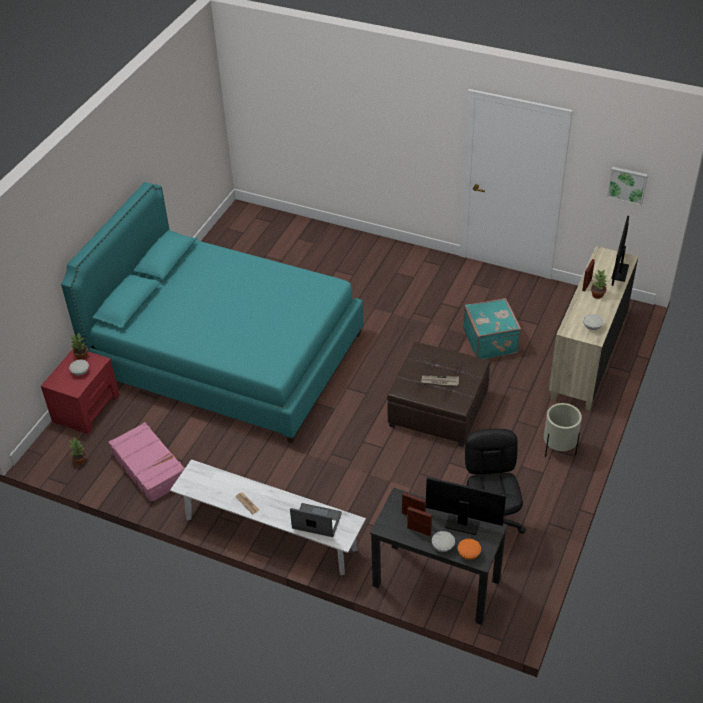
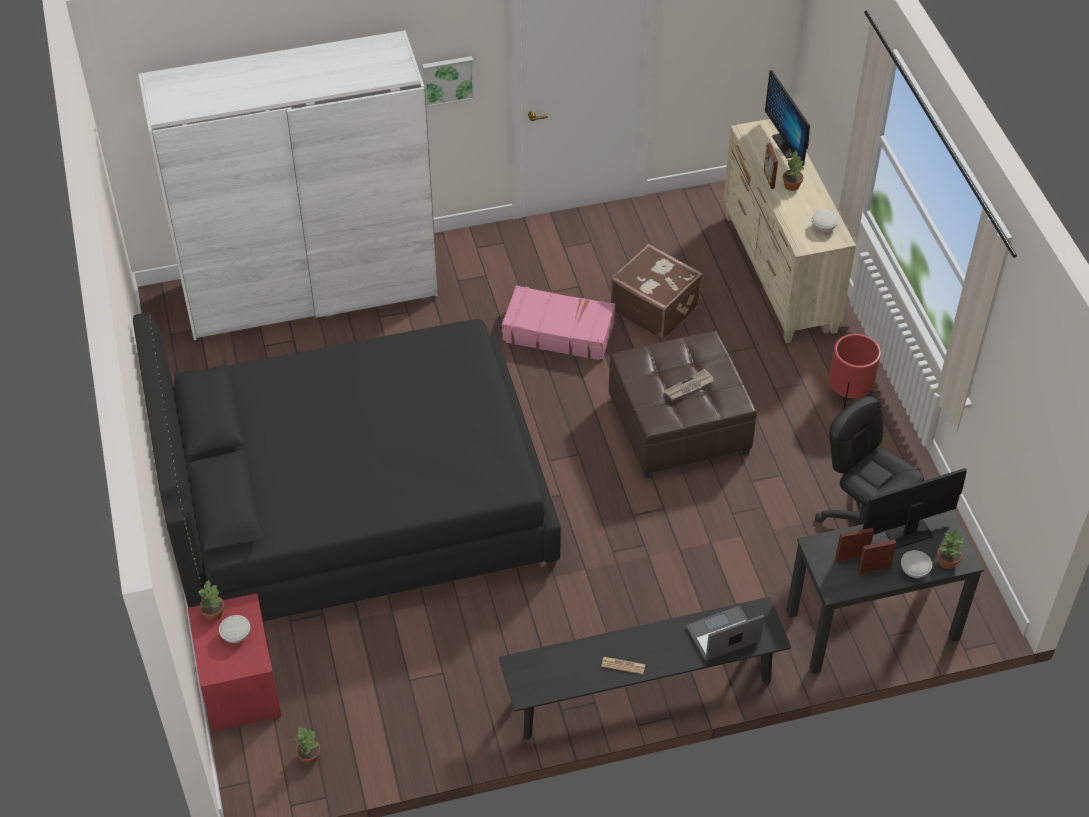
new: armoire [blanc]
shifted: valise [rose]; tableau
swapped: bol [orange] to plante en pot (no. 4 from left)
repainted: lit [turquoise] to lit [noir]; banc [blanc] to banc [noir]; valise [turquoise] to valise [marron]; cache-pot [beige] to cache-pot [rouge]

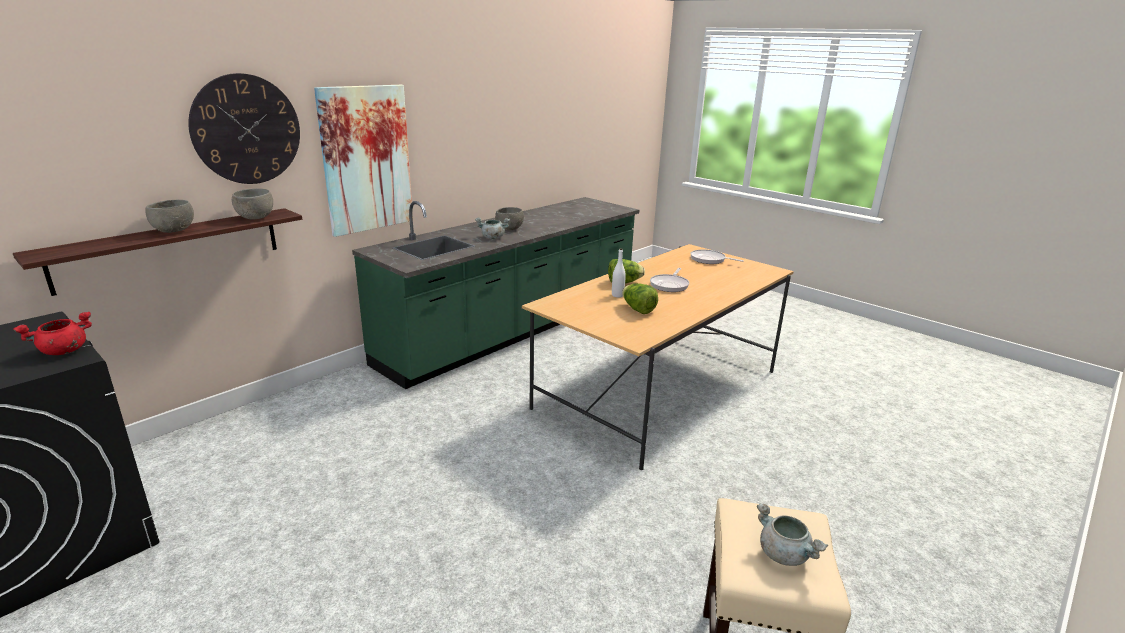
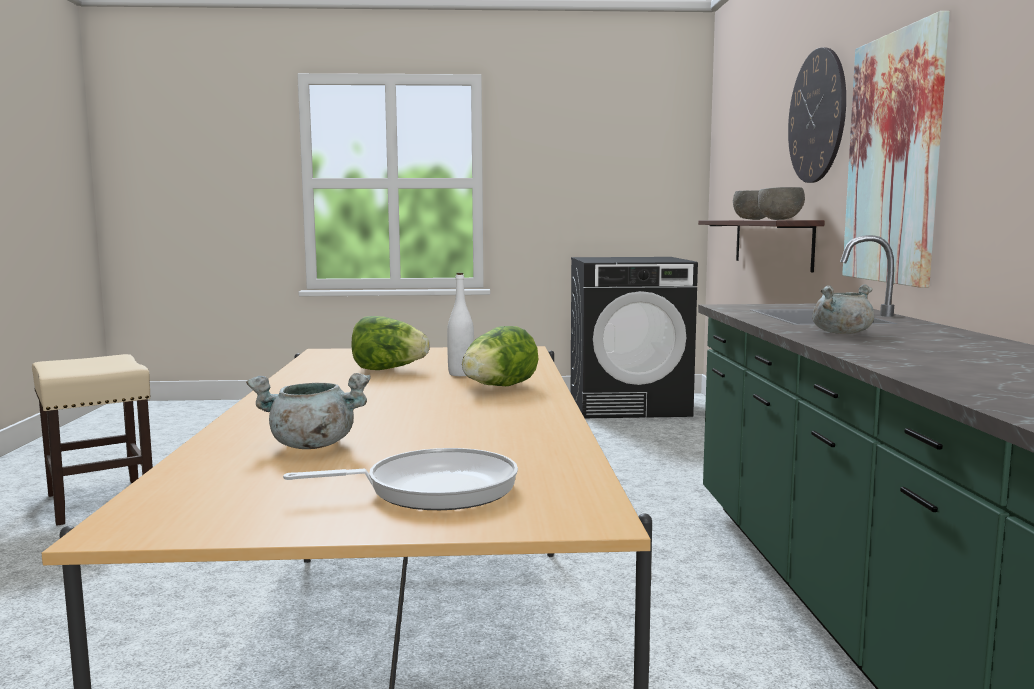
gone: marmite [rouge]; bol [gris] (no. 3 from left); poêle (no. 1 from left)
shifted: marmite [gris] (no. 2 from left in the first image) to marmite [gris] (no. 1 from left)

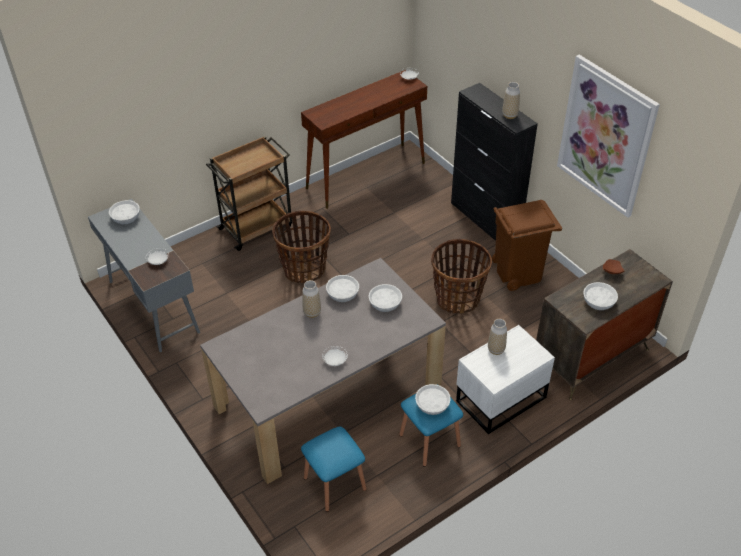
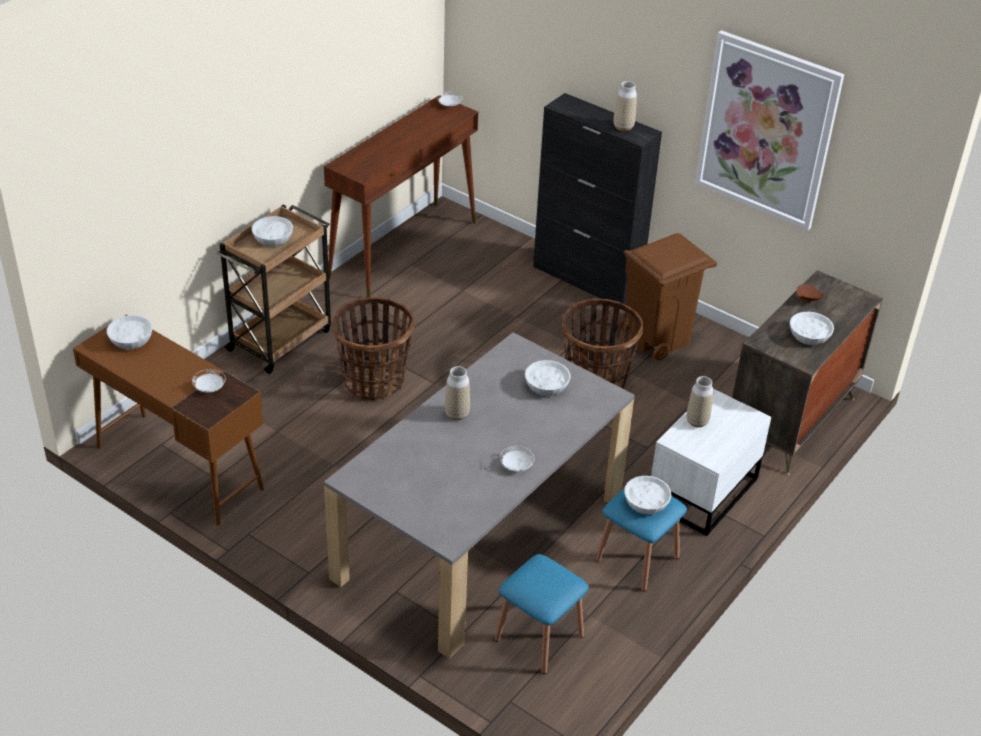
shifted: bol [blanc] (no. 2 from left)
repainted: bureau [gris] to bureau [marron]

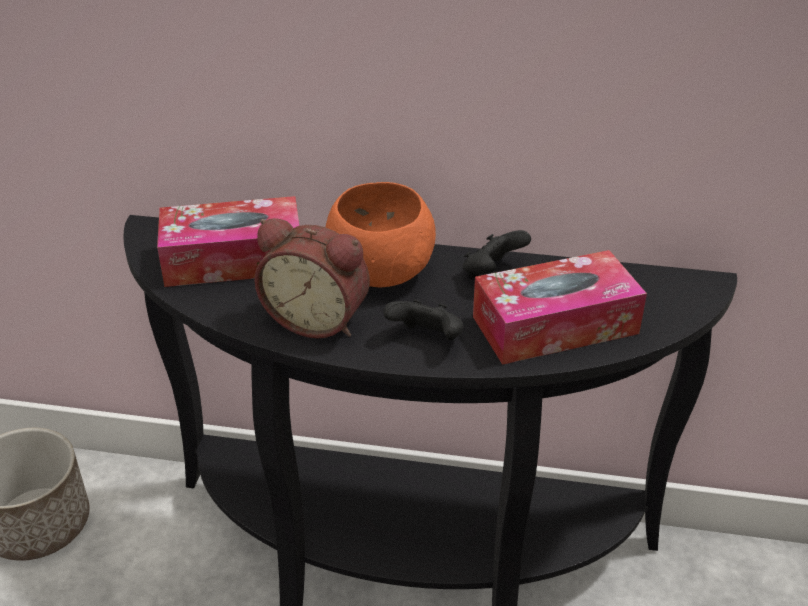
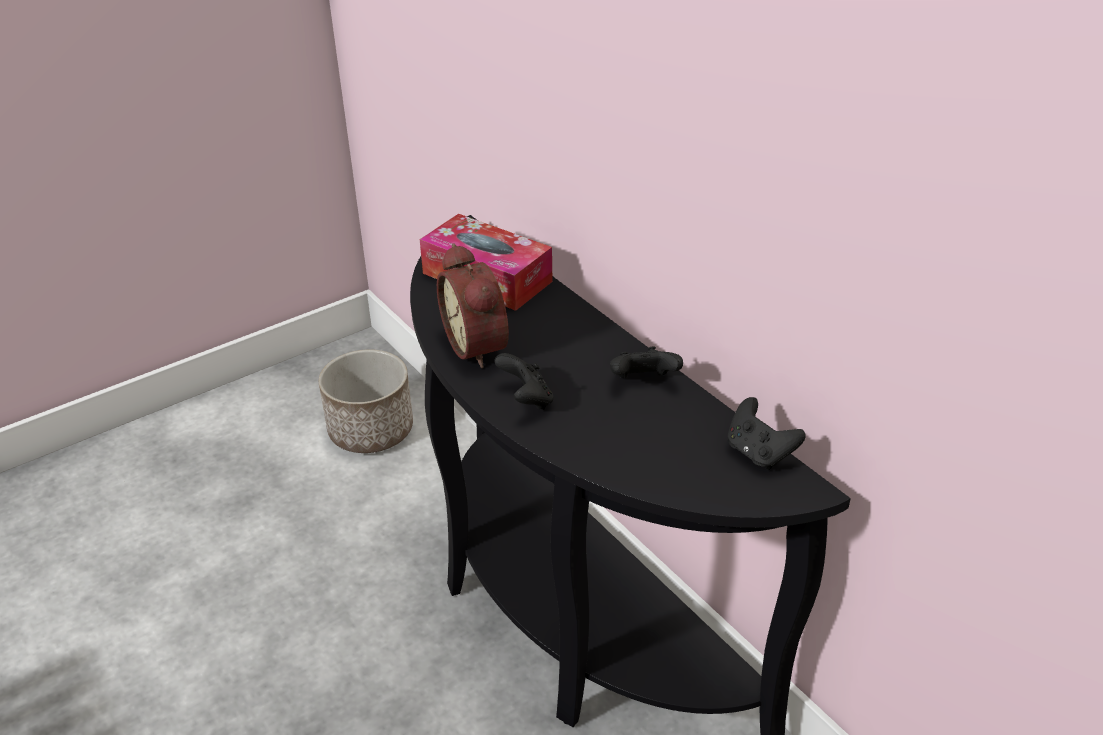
gone: bol [orange]; boîte à mouchoirs (no. 2 from left)
new: manette [noir] (no. 3 from left)

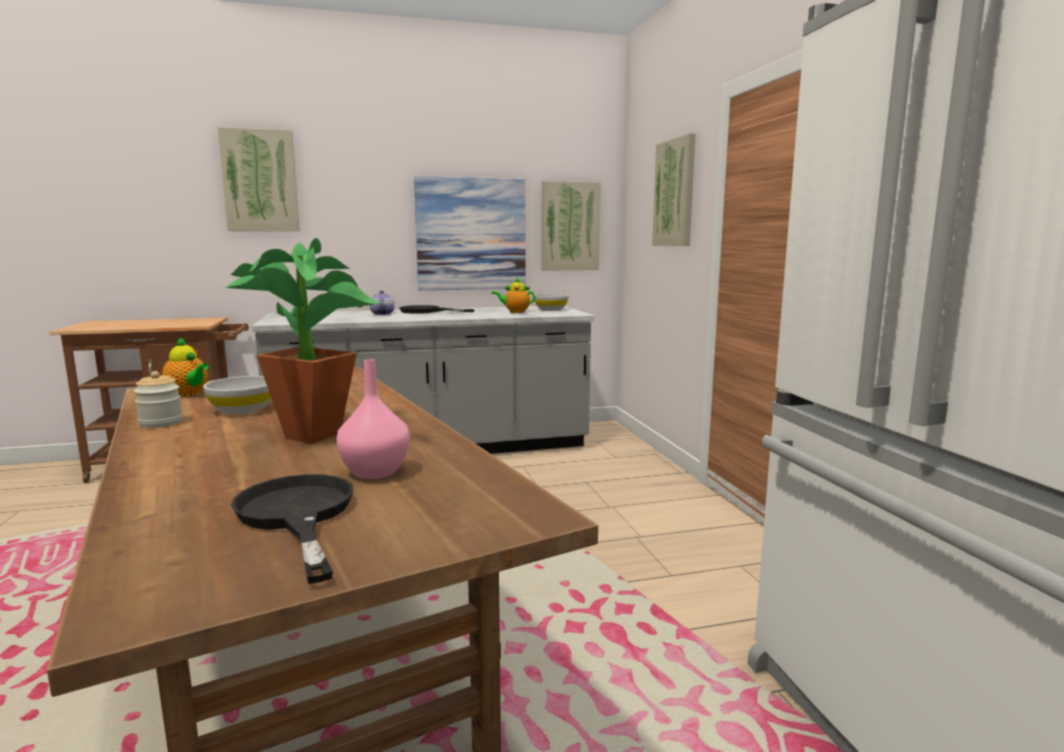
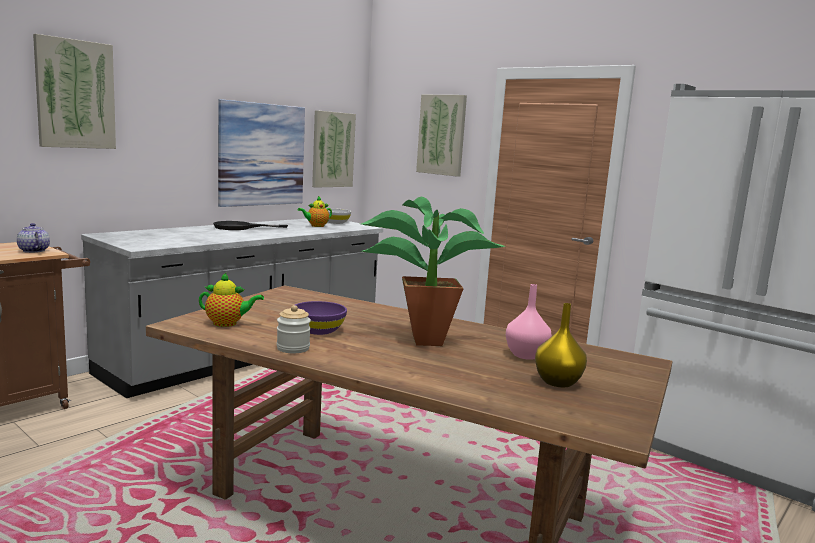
shifted: théière (no. 2 from left in the first image) to théière (no. 1 from left)
swapped: poêle [noir] (no. 1 from left) to vase [jaune]
repainted: bol [blanc] (no. 1 from left) to bol [violet]

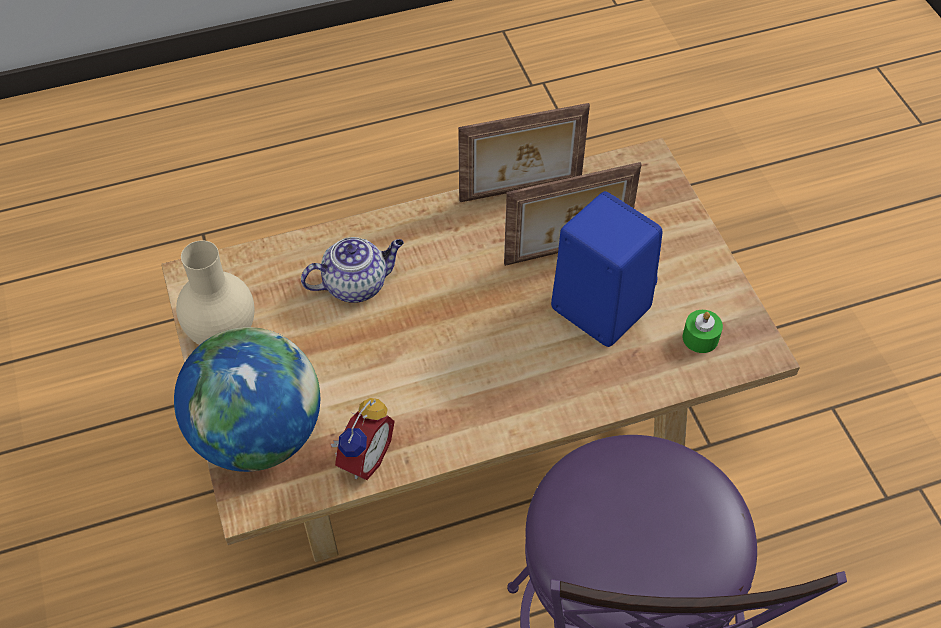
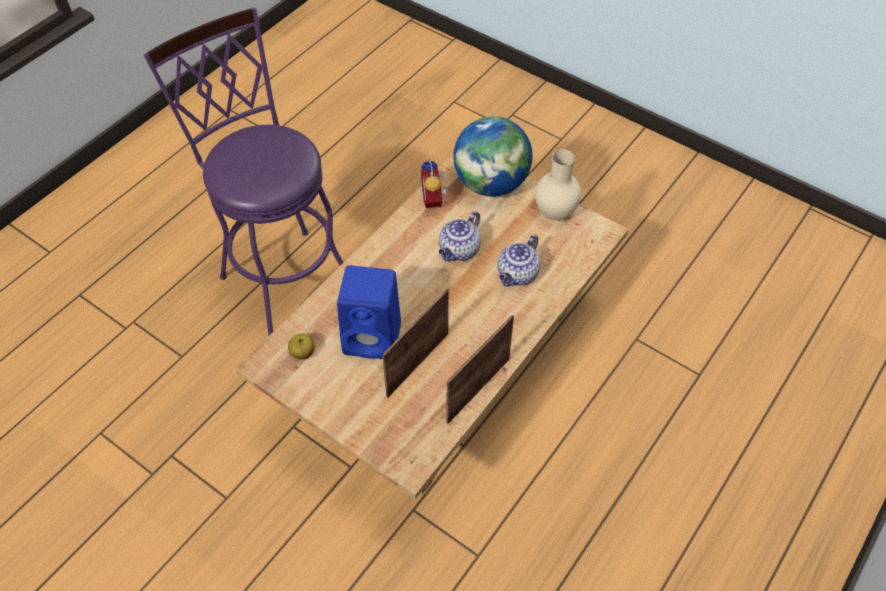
new: théière (no. 1 from left)
swapped: bougie [vert] to pomme

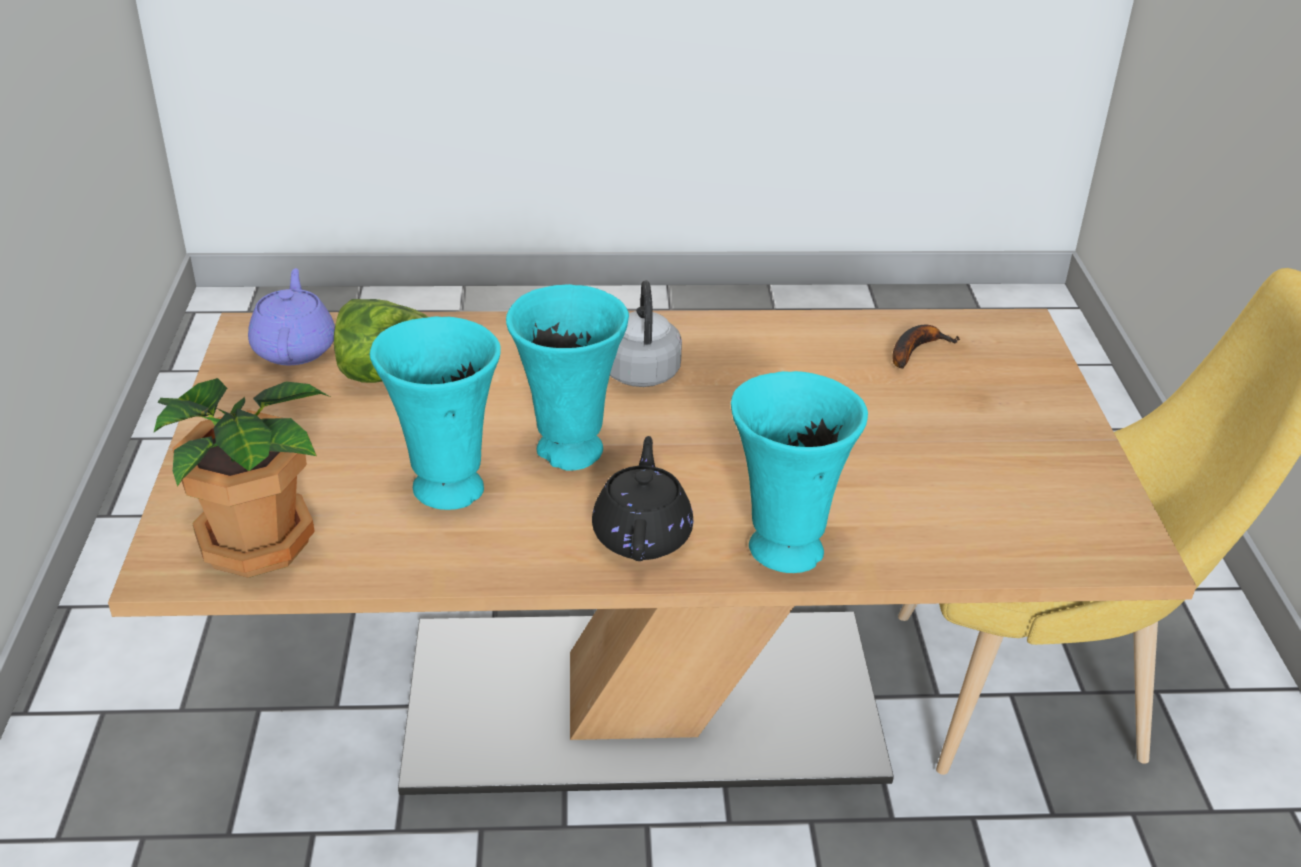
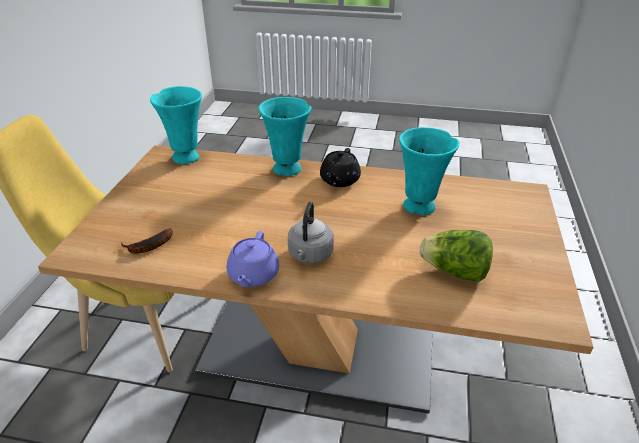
gone: plante en pot
shifted: théière [violet]; vase [turquoise] (no. 2 from left in the first image) to vase [turquoise] (no. 1 from left)

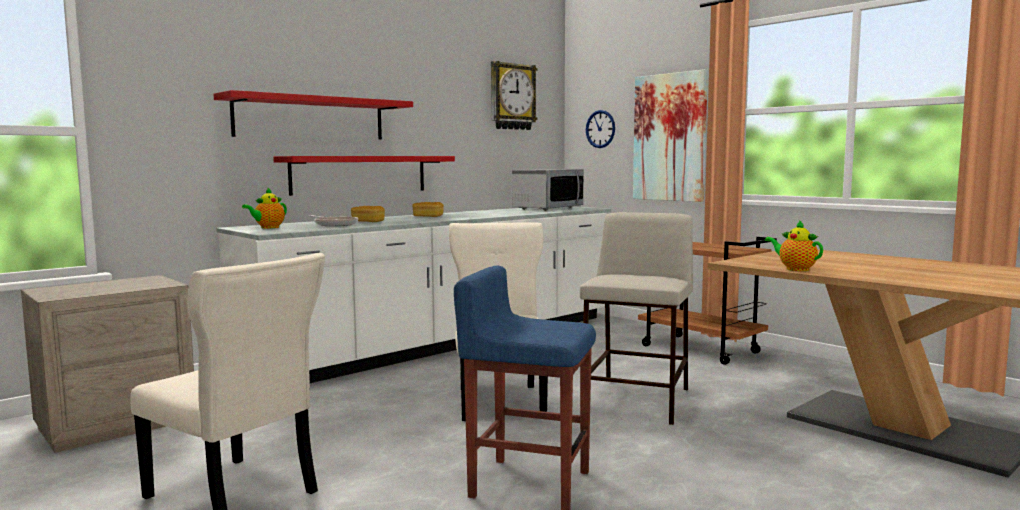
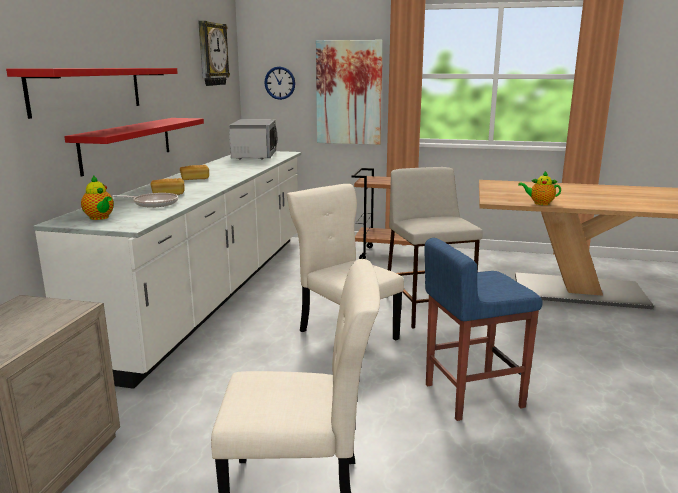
rotated: théière (no. 1 from left) 45 degrees counterclockwise

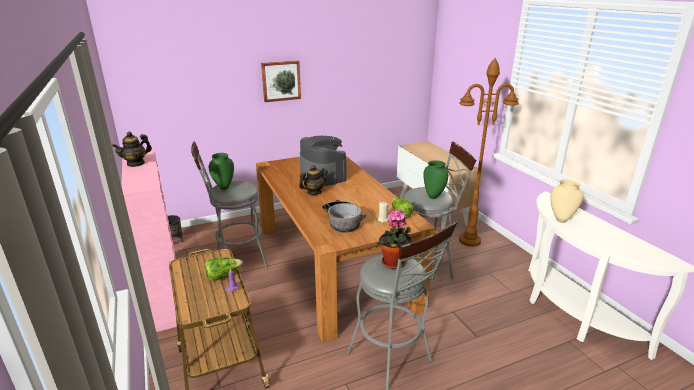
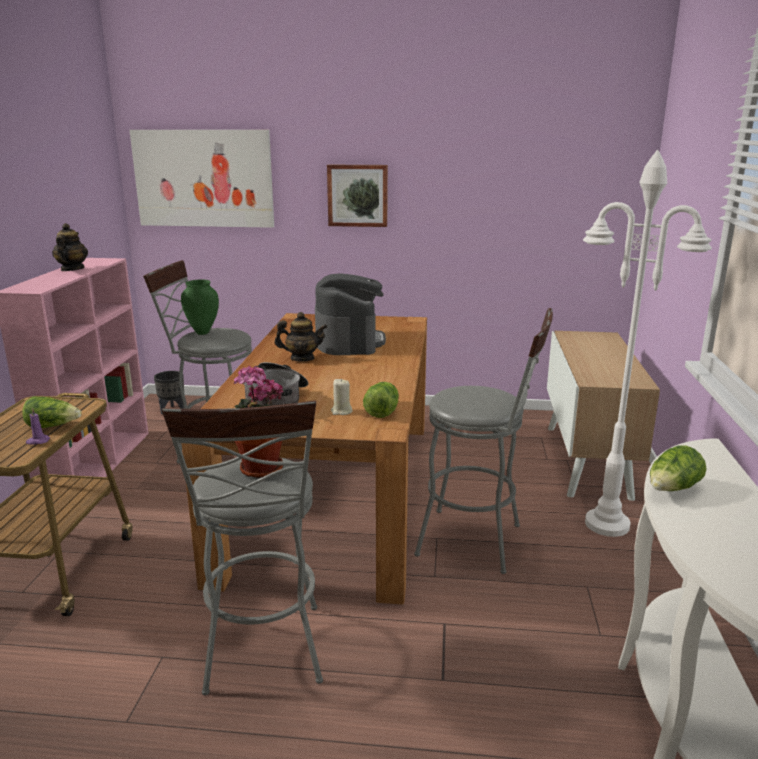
gone: vase [vert] (no. 2 from left)
new: tableau (no. 1 from left)
swapped: vase [beige] to laitue (no. 3 from left)
repainted: lampadaire [marron] to lampadaire [blanc]
rotated: théière (no. 1 from left) 105 degrees clockwise

